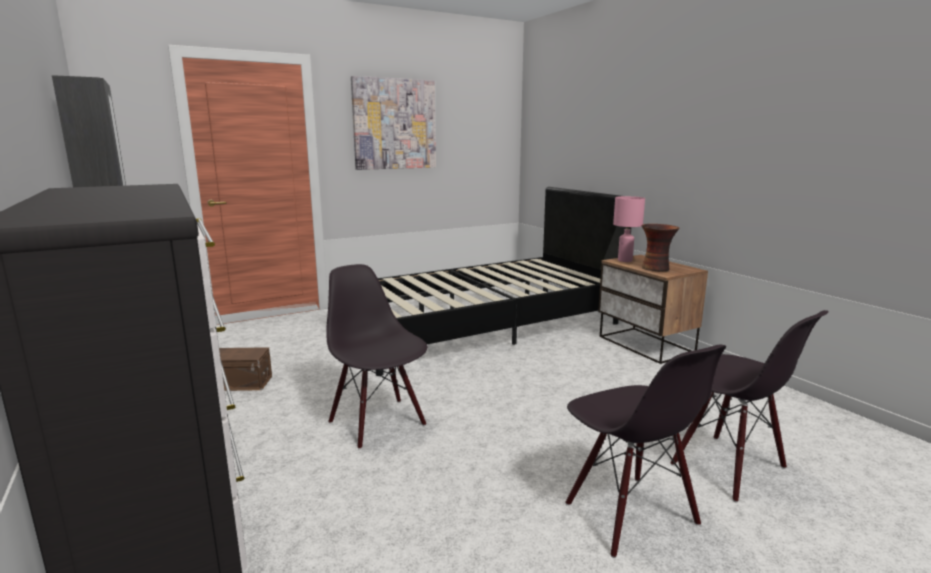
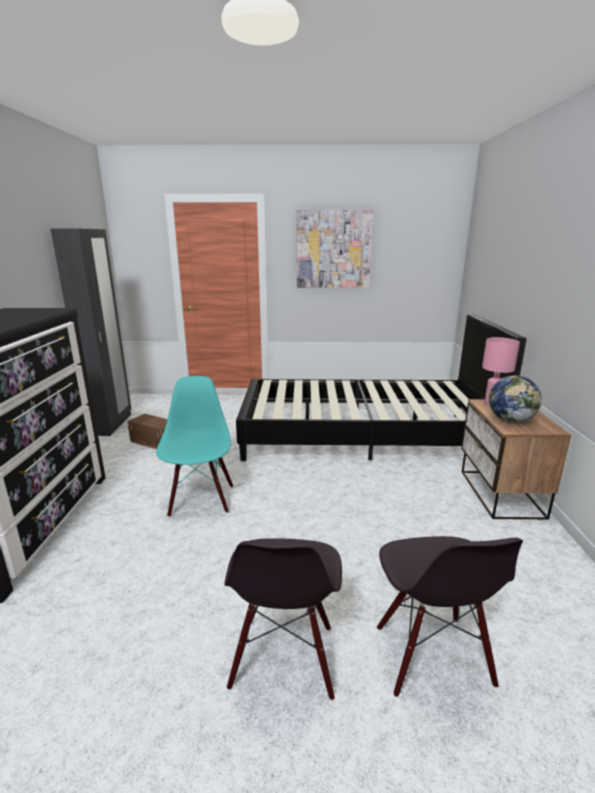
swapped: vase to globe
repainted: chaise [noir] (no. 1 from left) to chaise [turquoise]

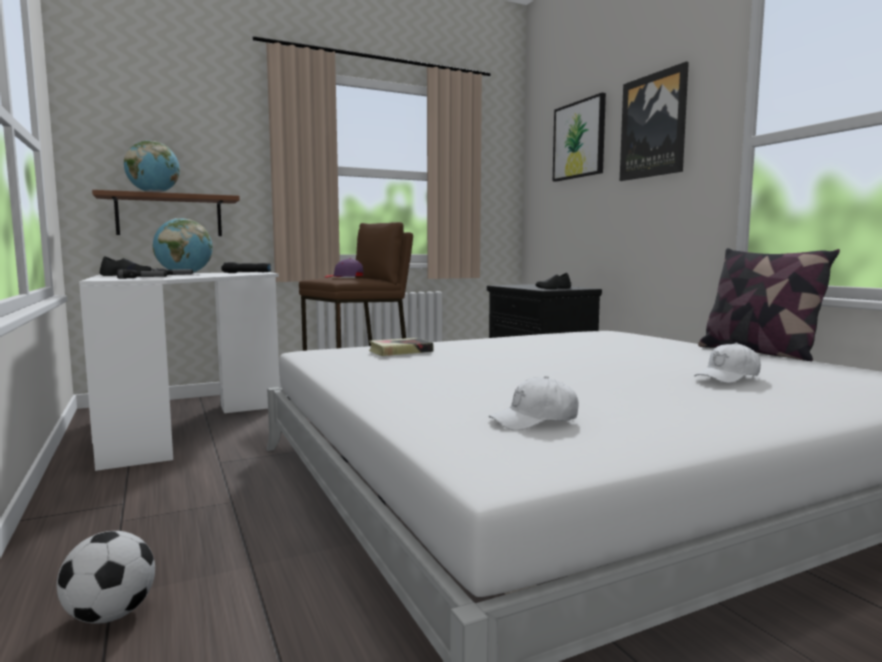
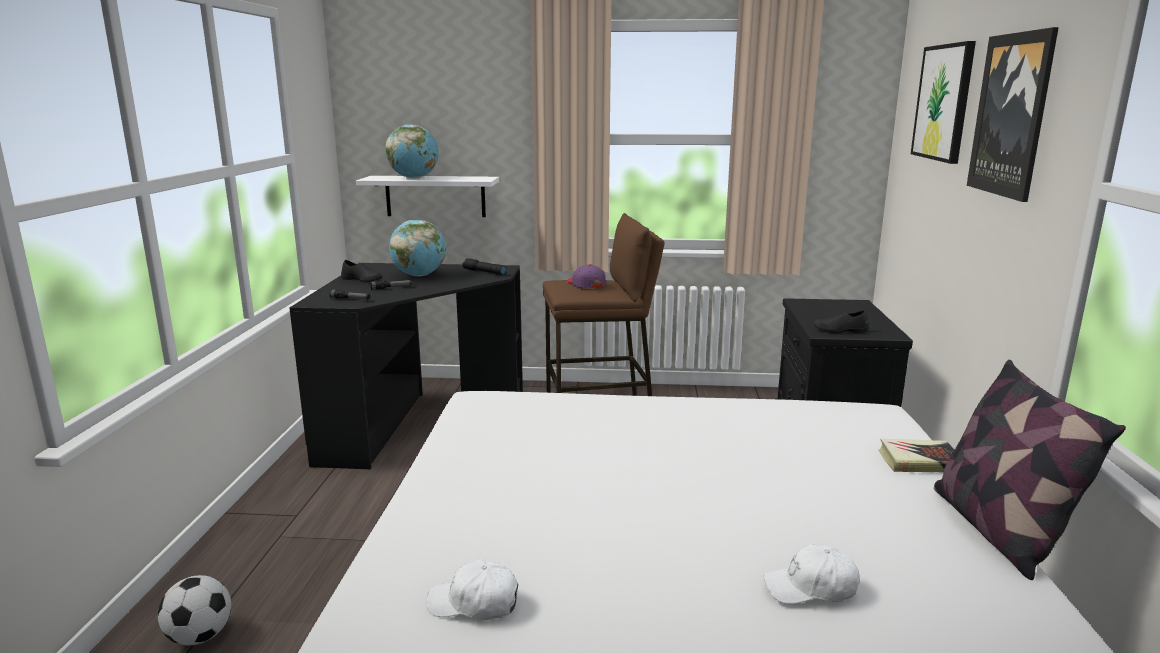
shifted: livre
repainted: bureau [blanc] to bureau [noir]; étagère [marron] to étagère [blanc]

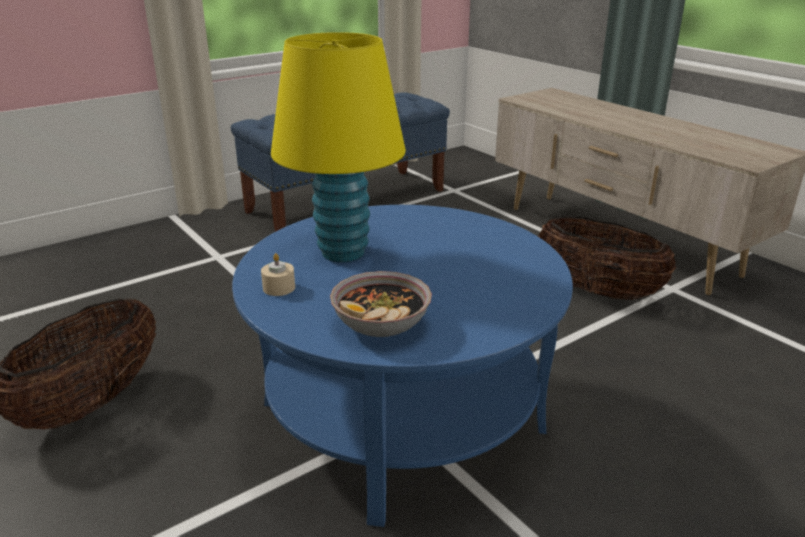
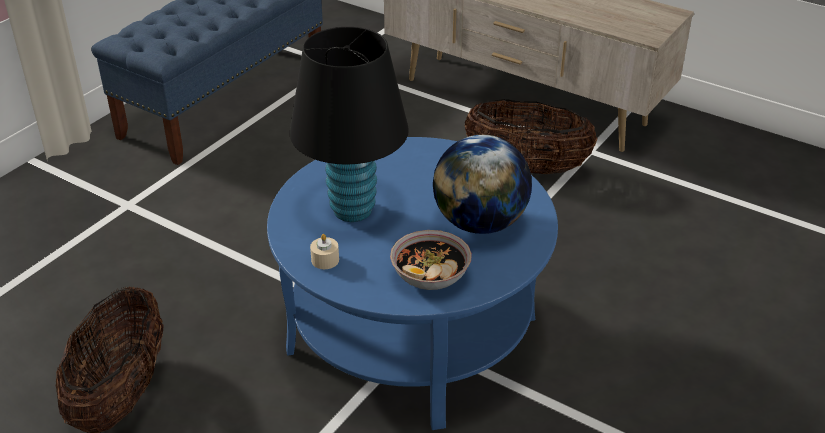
new: globe
repainted: lampe de table [jaune] to lampe de table [noir]

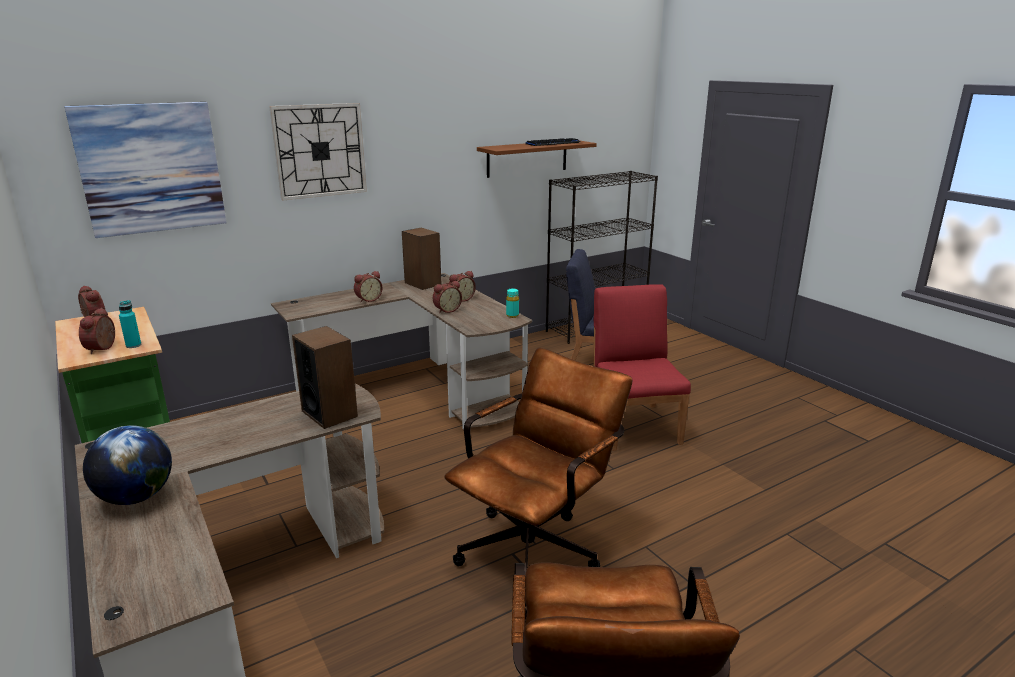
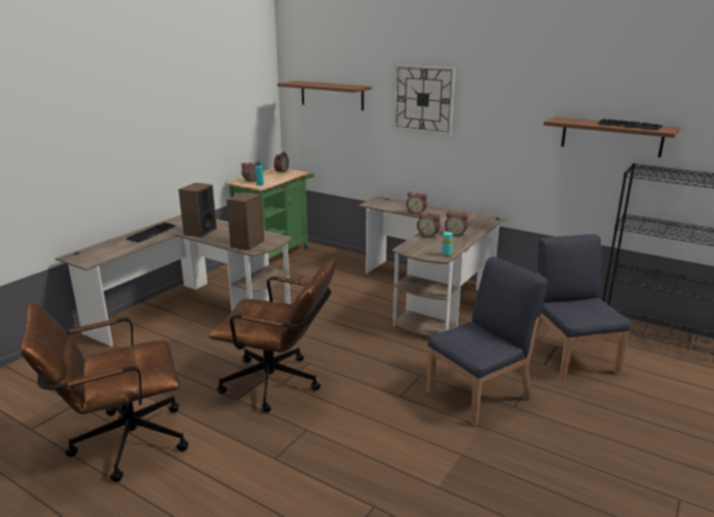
shifted: enceinte (no. 2 from left in the first image) to enceinte (no. 1 from left)
swapped: tableau to étagère [marron] (no. 1 from left); globe to clavier (no. 1 from left)
repainted: chaise [rouge] to chaise [bleu] (no. 1 from left)

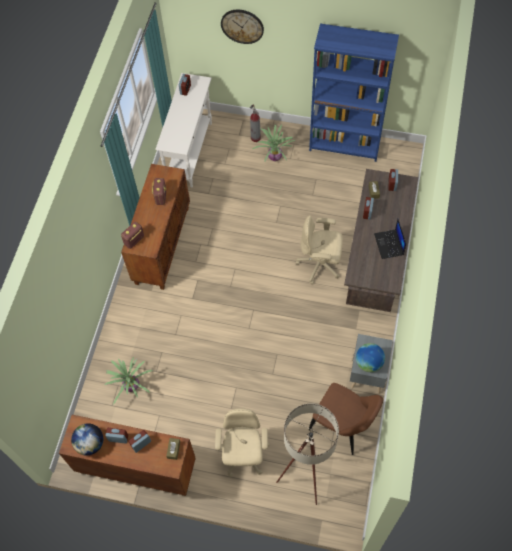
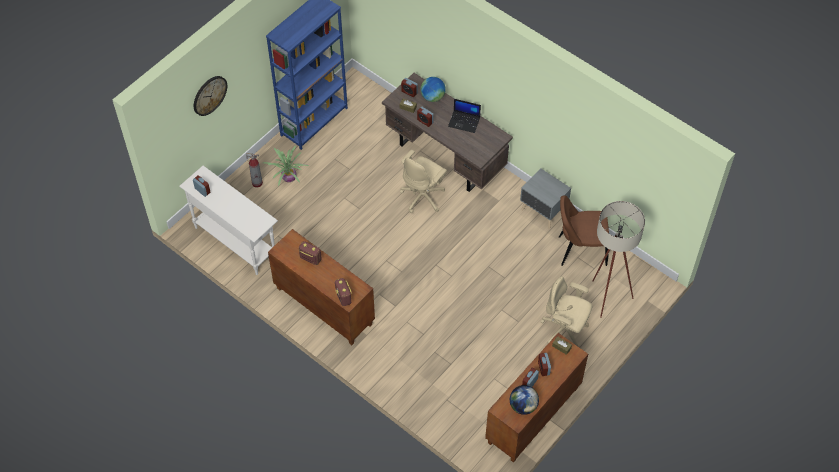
gone: plante en pot (no. 1 from left)
shifted: globe (no. 2 from left in the first image) to globe (no. 1 from left)
rotated: chaise [marron] 150 degrees counterclockwise

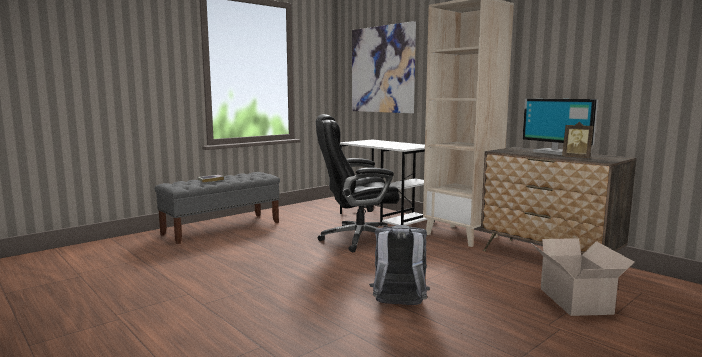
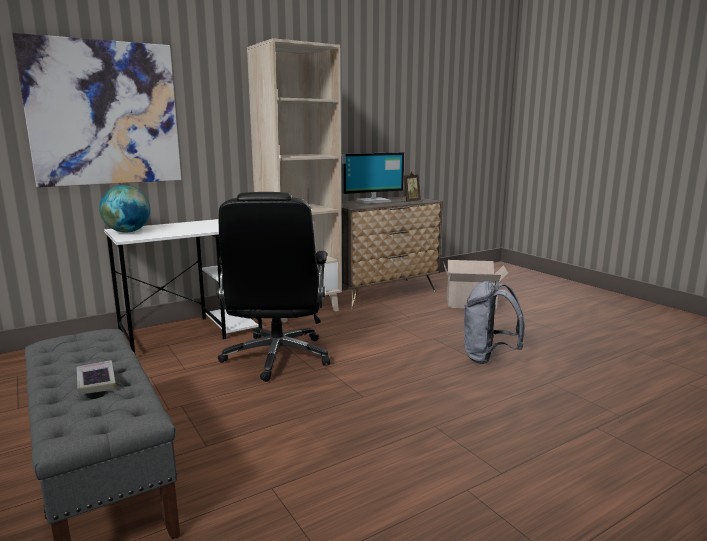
new: globe

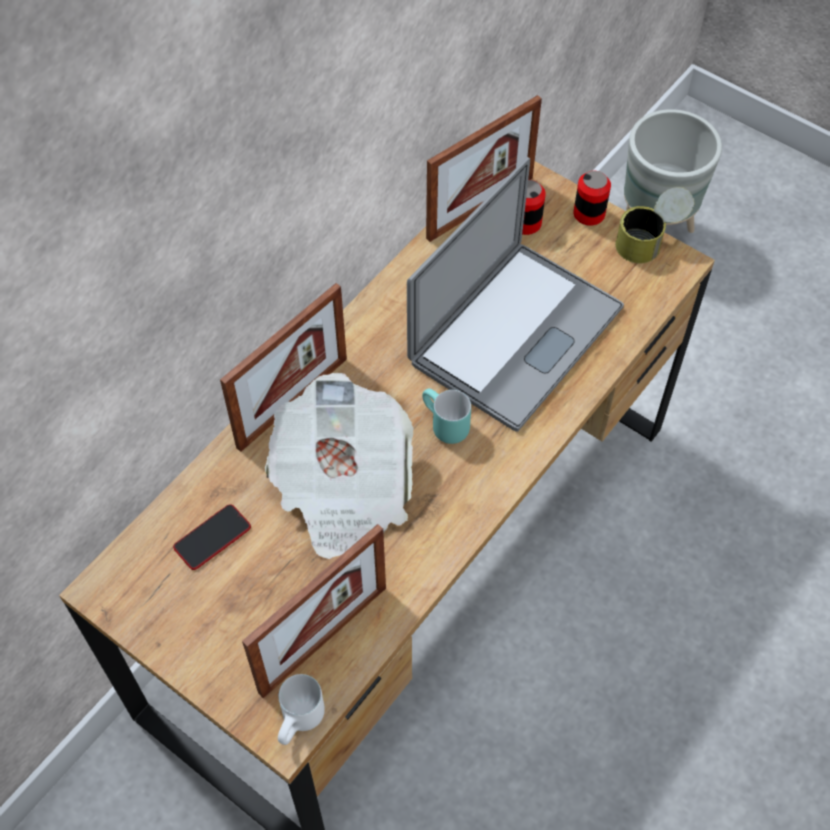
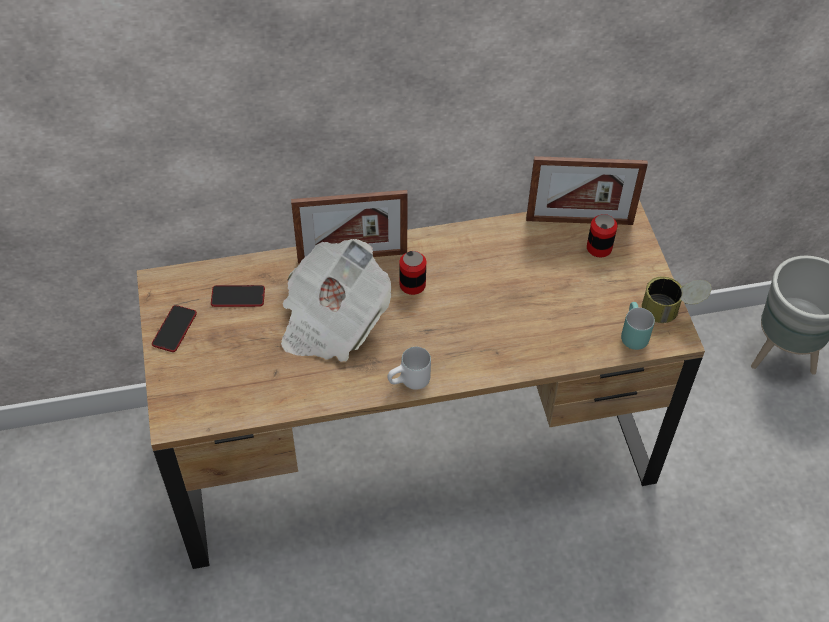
gone: cadre photo (no. 2 from left); ordinateur portable
new: téléphone (no. 1 from left)
shifted: mug [blanc]; mug [turquoise]; boîte métallique (no. 2 from left in the first image) to boîte métallique (no. 1 from left)

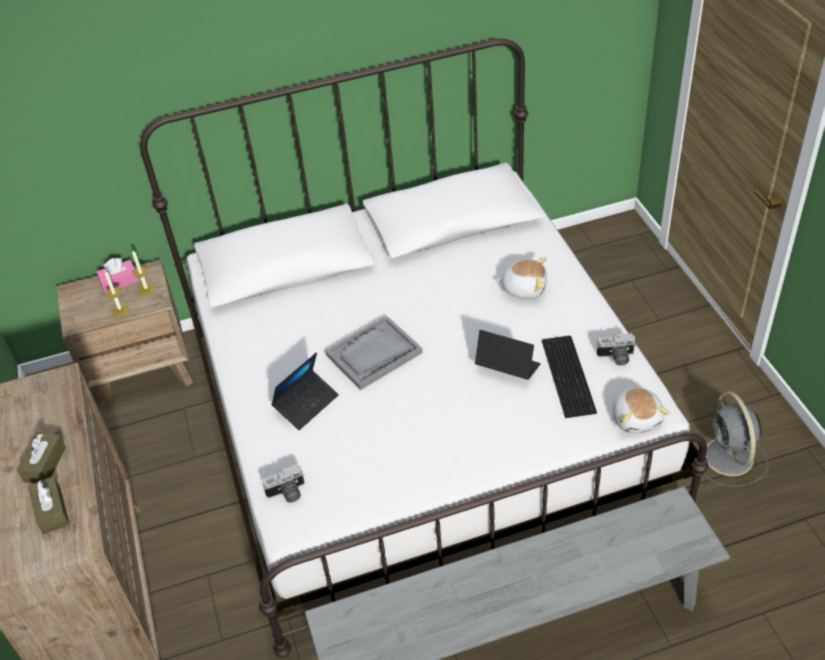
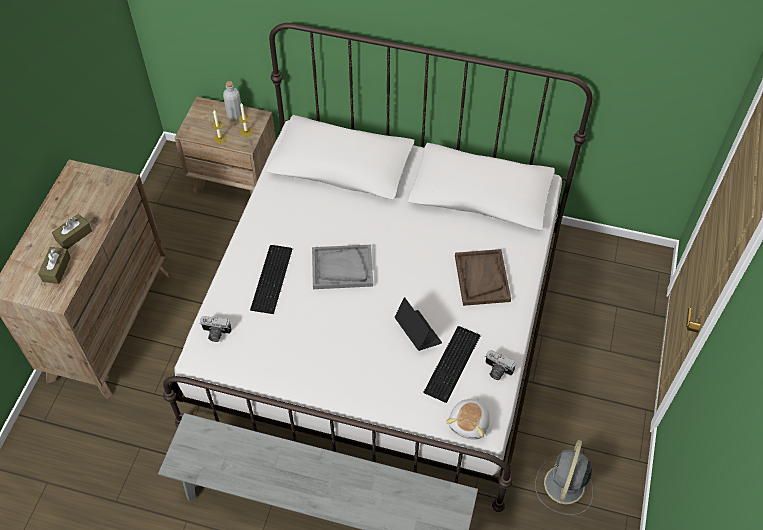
swapped: boîte à mouchoirs [rose] to bouteille [gris]; ordinateur portable (no. 1 from left) to clavier (no. 1 from left); peluche (no. 1 from left) to plateau [marron]

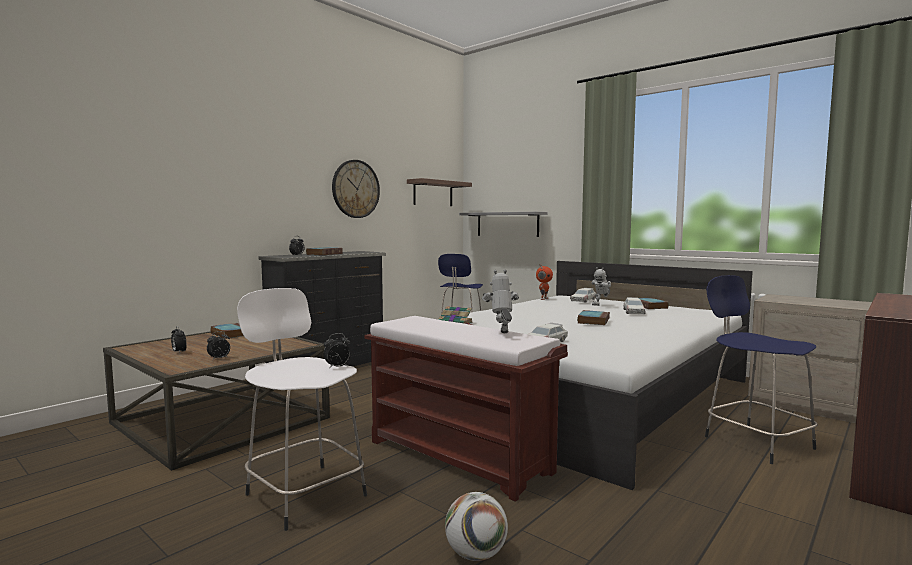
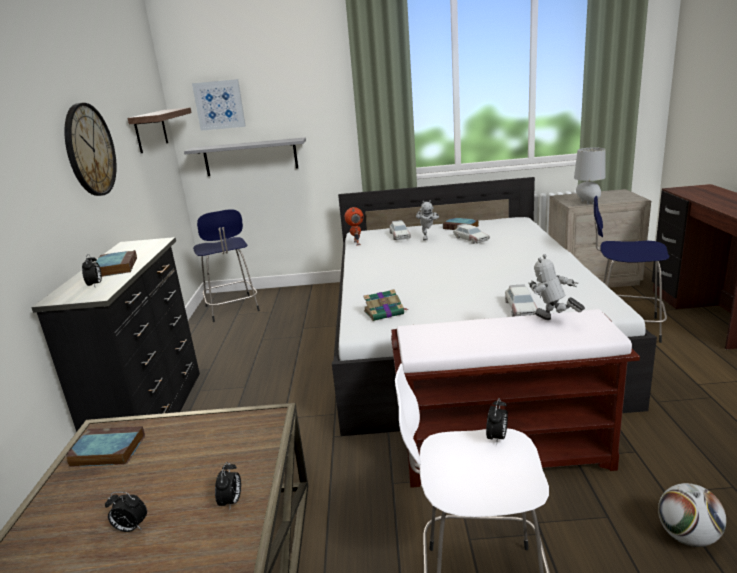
gone: livre (no. 4 from left)
new: tableau; lampe de table [gris]

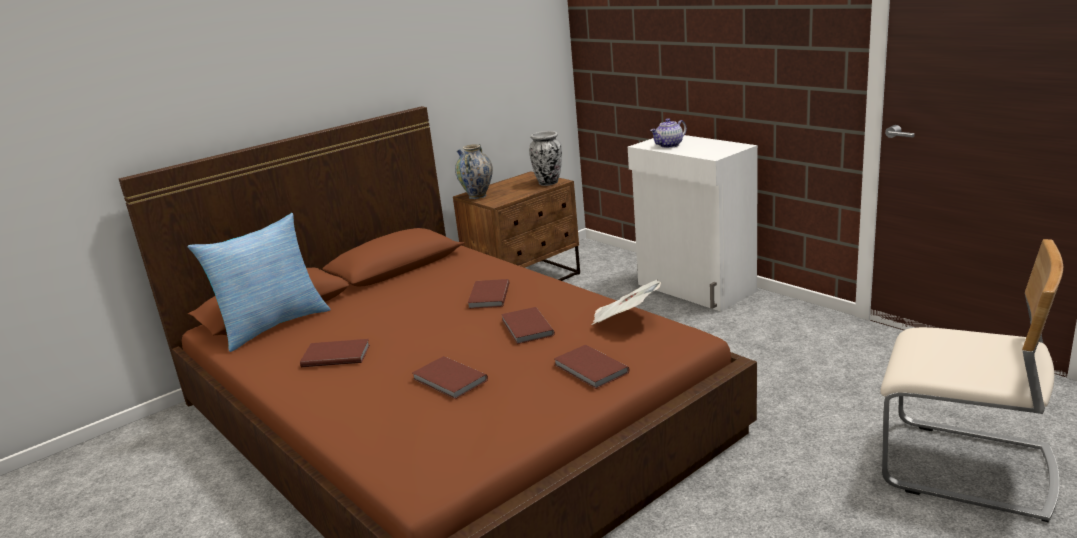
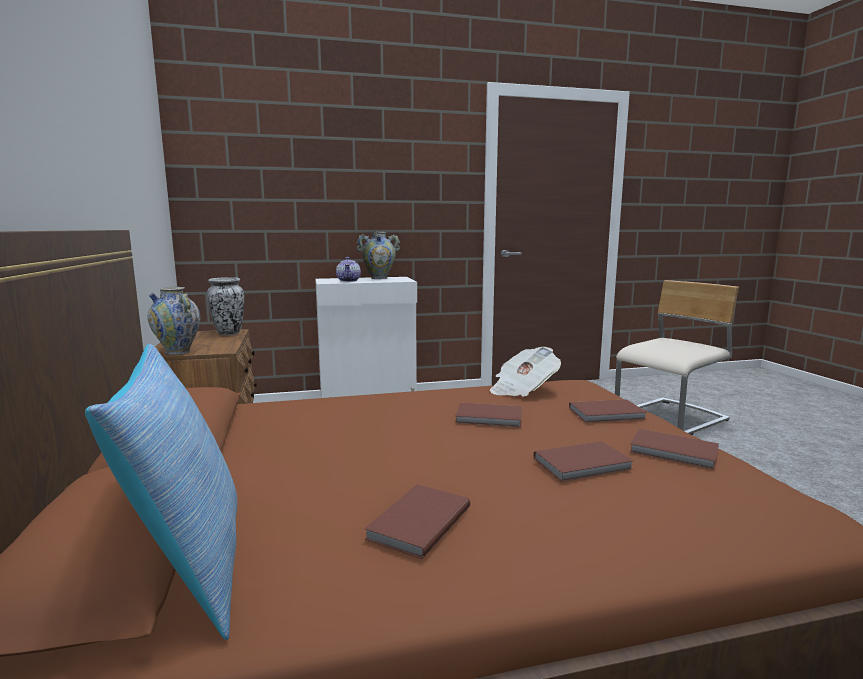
new: vase (no. 3 from left)
shifted: livre [marron] (no. 3 from left in the first image) to livre [marron] (no. 5 from left)

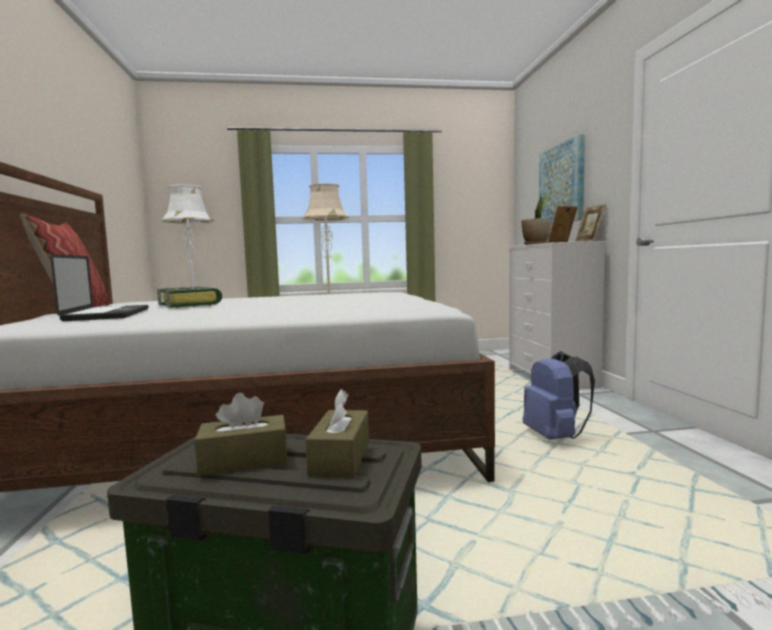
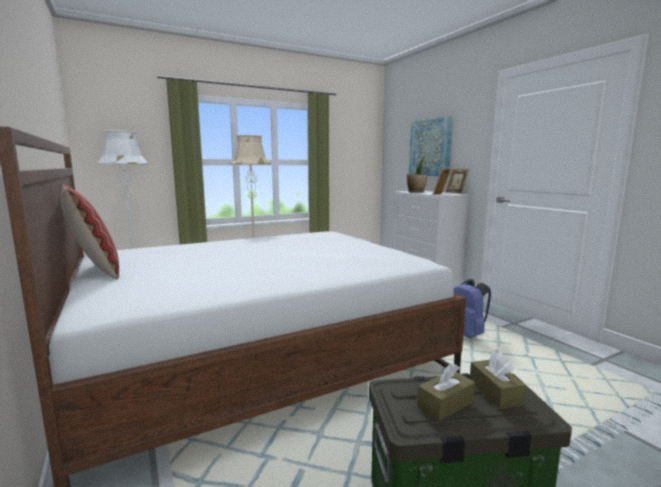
gone: ordinateur portable; livre

